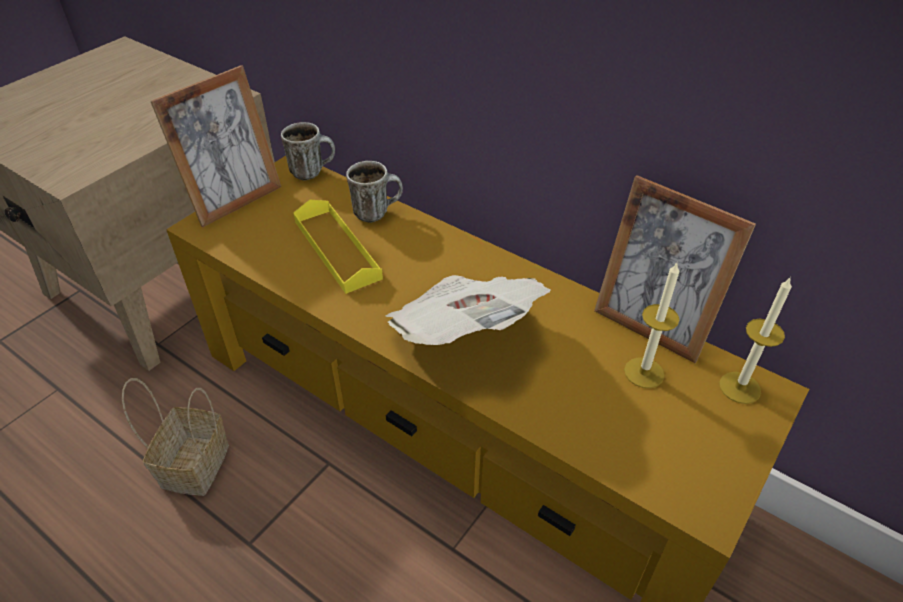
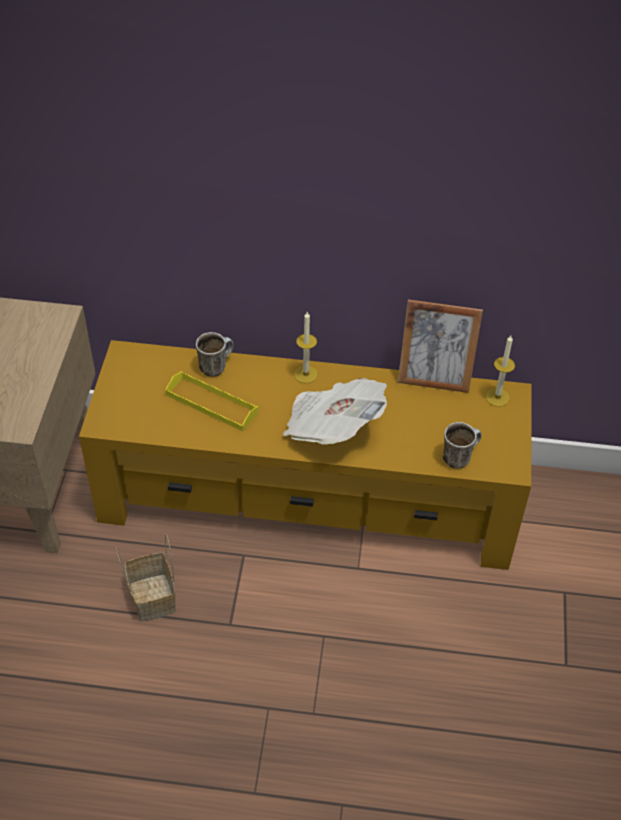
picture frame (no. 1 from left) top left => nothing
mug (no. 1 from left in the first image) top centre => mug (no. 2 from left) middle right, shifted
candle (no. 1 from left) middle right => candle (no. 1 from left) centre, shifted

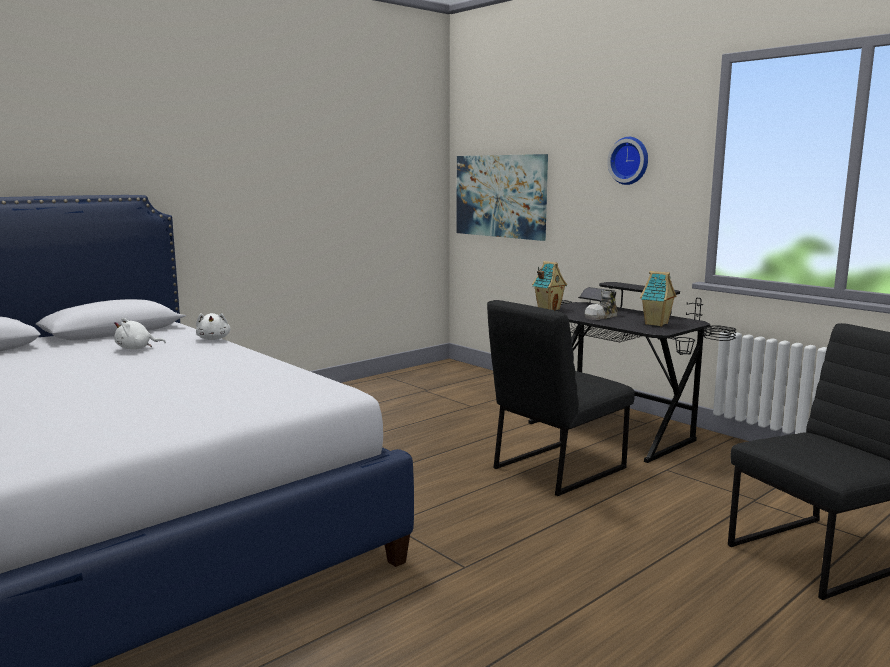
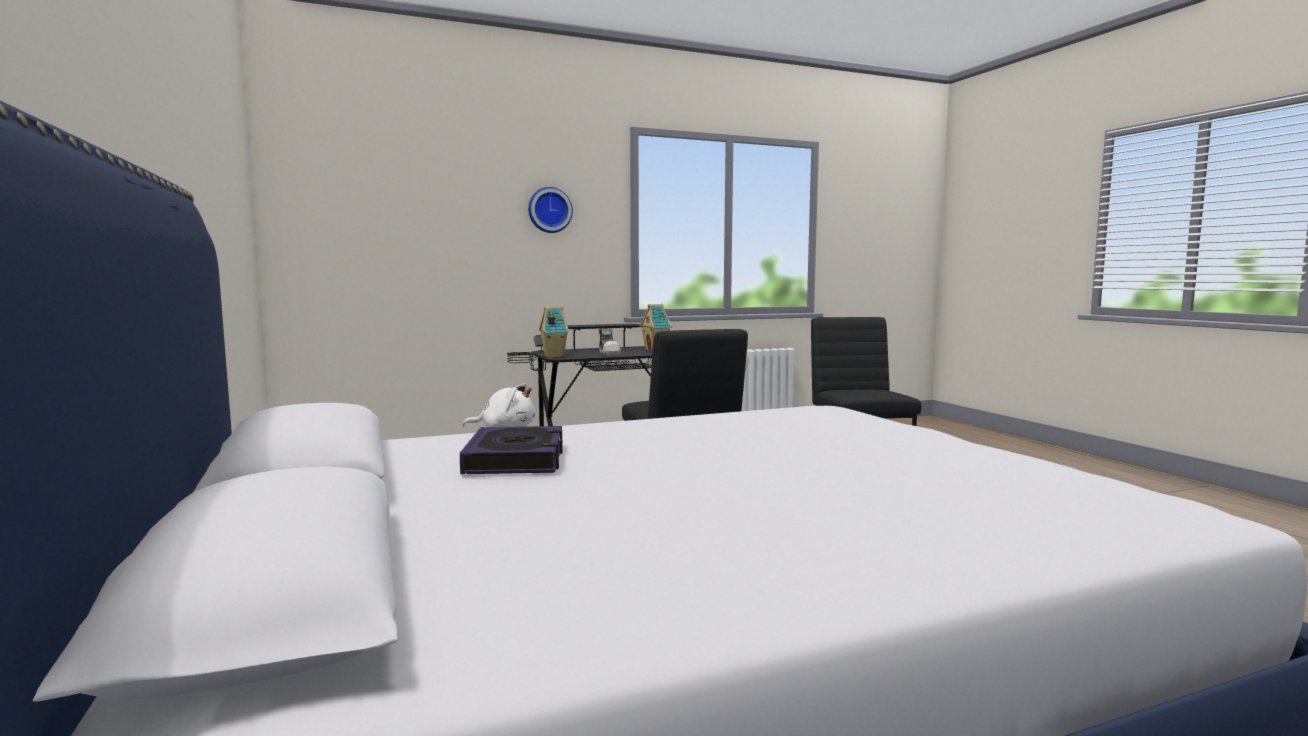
plush toy (white) (no. 1 from left) middle left => book centre
picture top centre => nothing

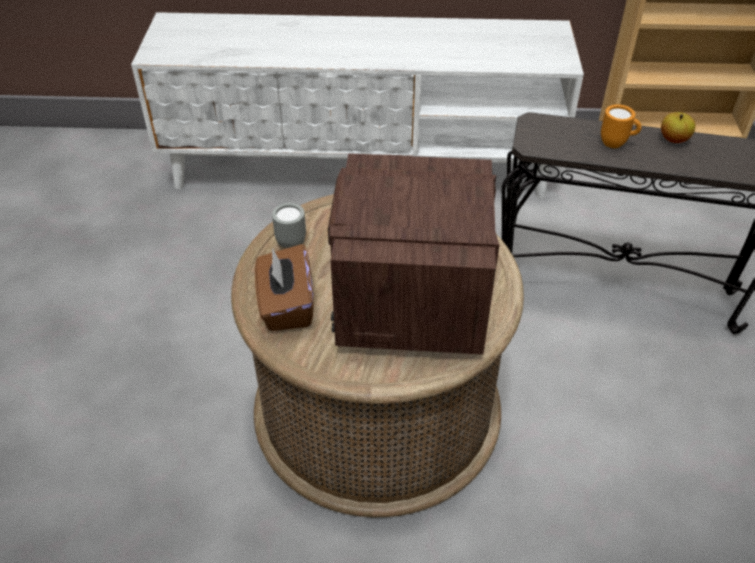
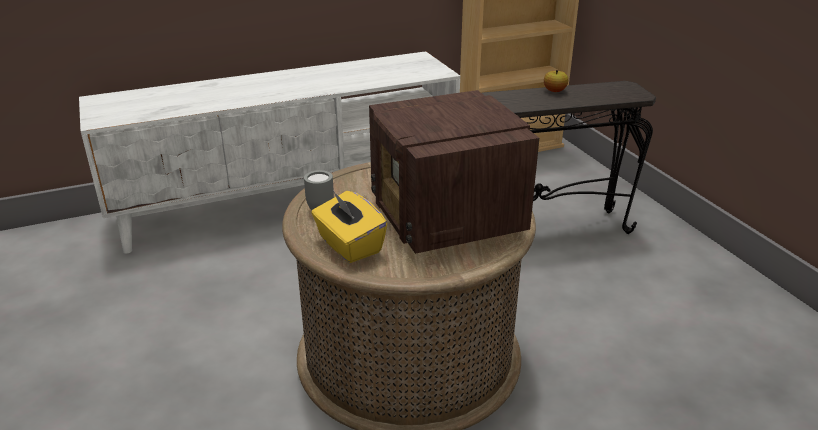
tissue box (brown) centre => tissue box (yellow) centre
mug (orange) top right => nothing

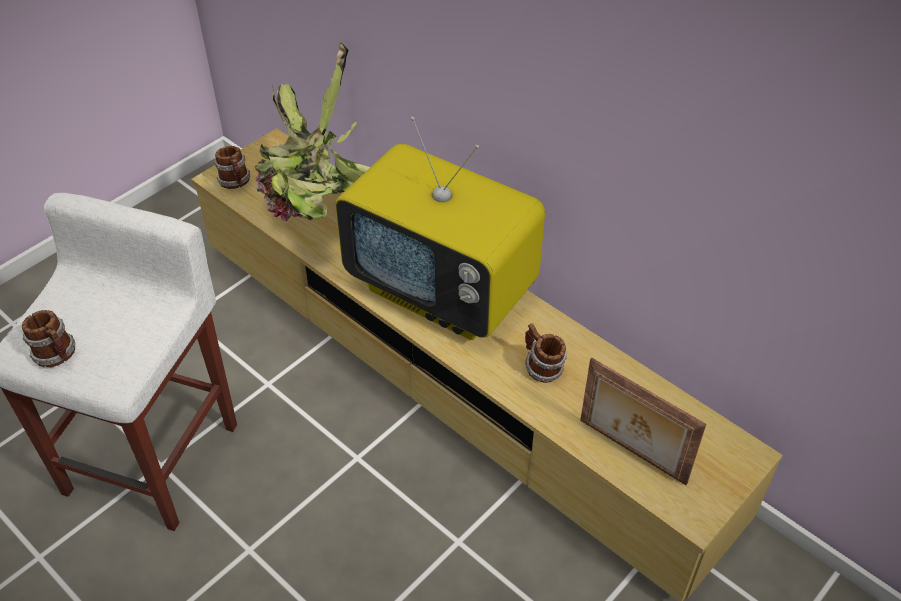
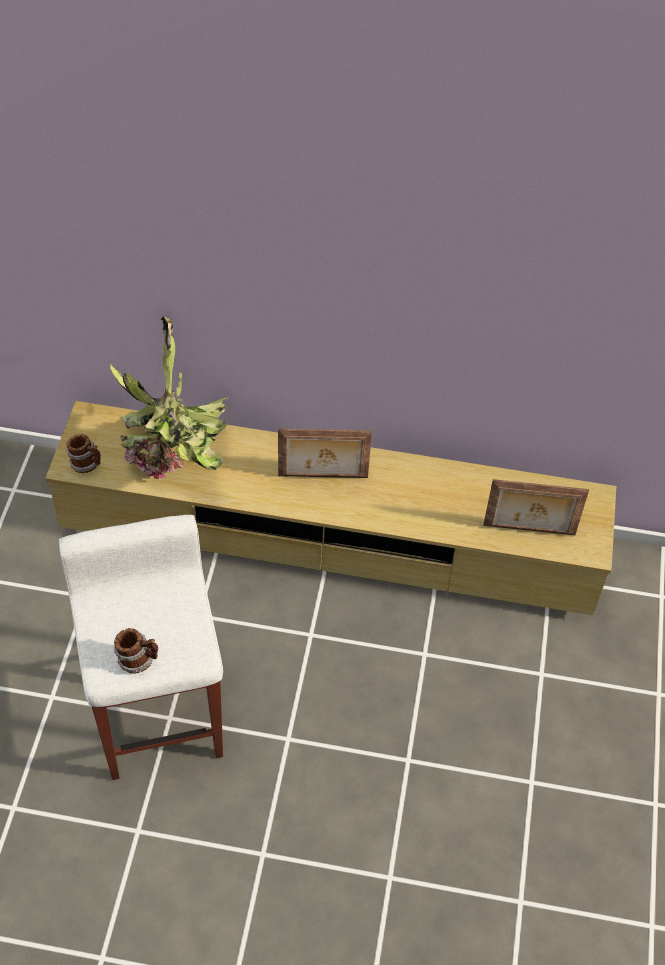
television centre => picture frame (no. 1 from left) centre
mug (no. 3 from left) centre => nothing

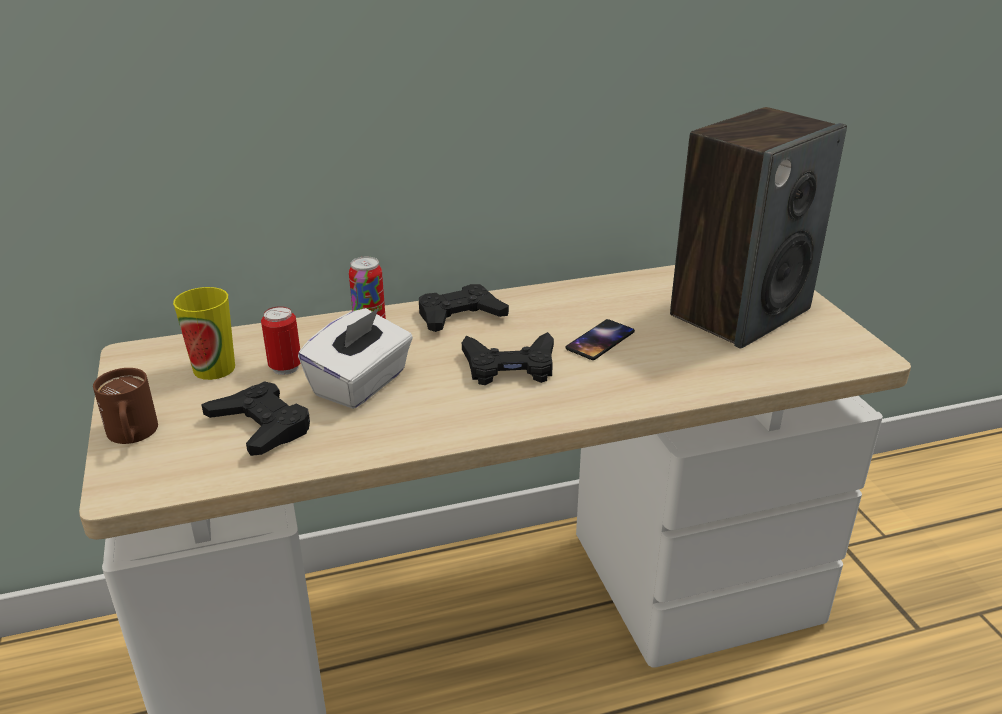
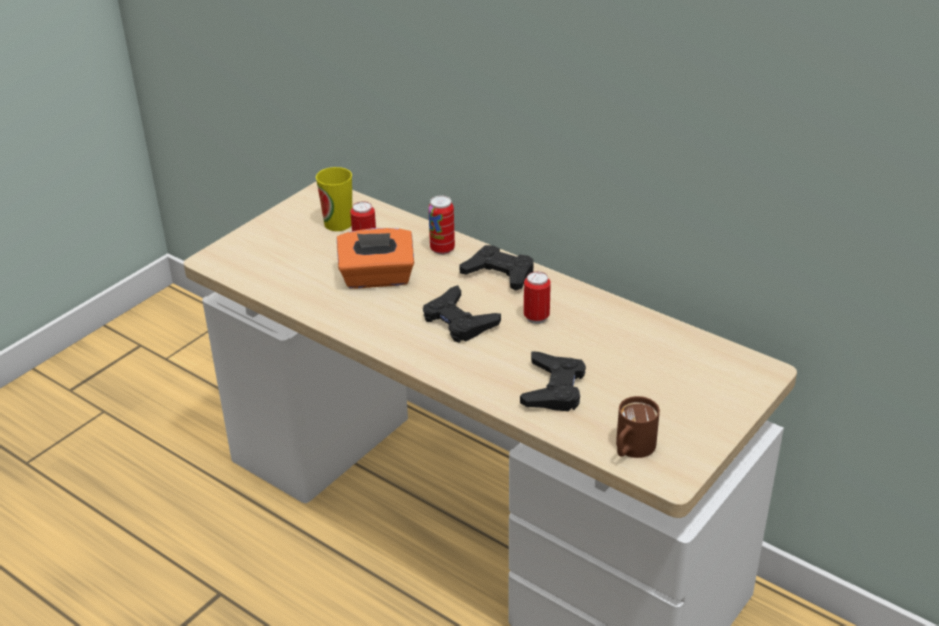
mug (brown) middle left => mug (brown) bottom right, shifted
game controller (black) (no. 1 from left in the first image) middle left => game controller (black) (no. 3 from left) centre, shifted
tissue box (white) centre => tissue box (orange) centre
phone centre => nothing
speaker top right => nothing
nothing => can (no. 3 from left) centre

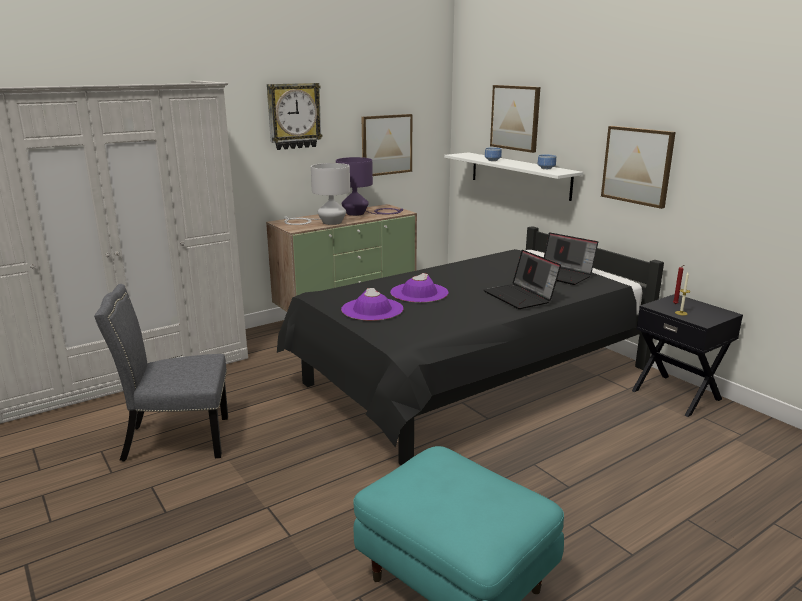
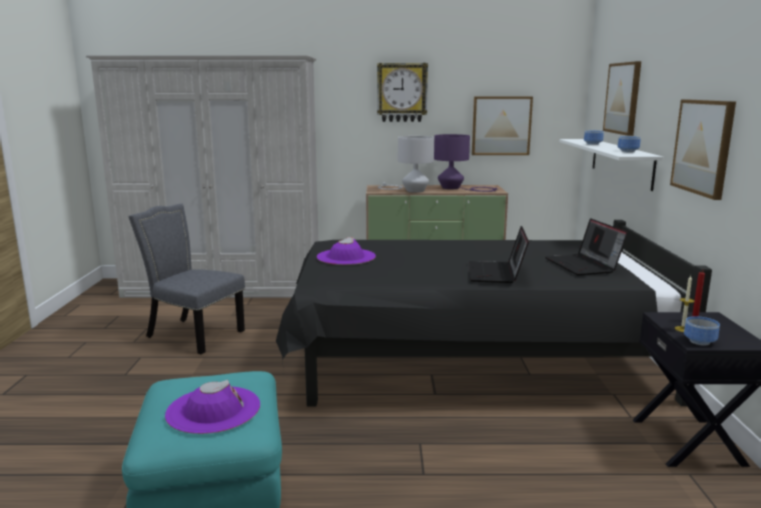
hat (purple) (no. 2 from left in the first image) centre => hat (purple) (no. 1 from left) bottom left, shifted
nothing => bowl (no. 3 from left) middle right

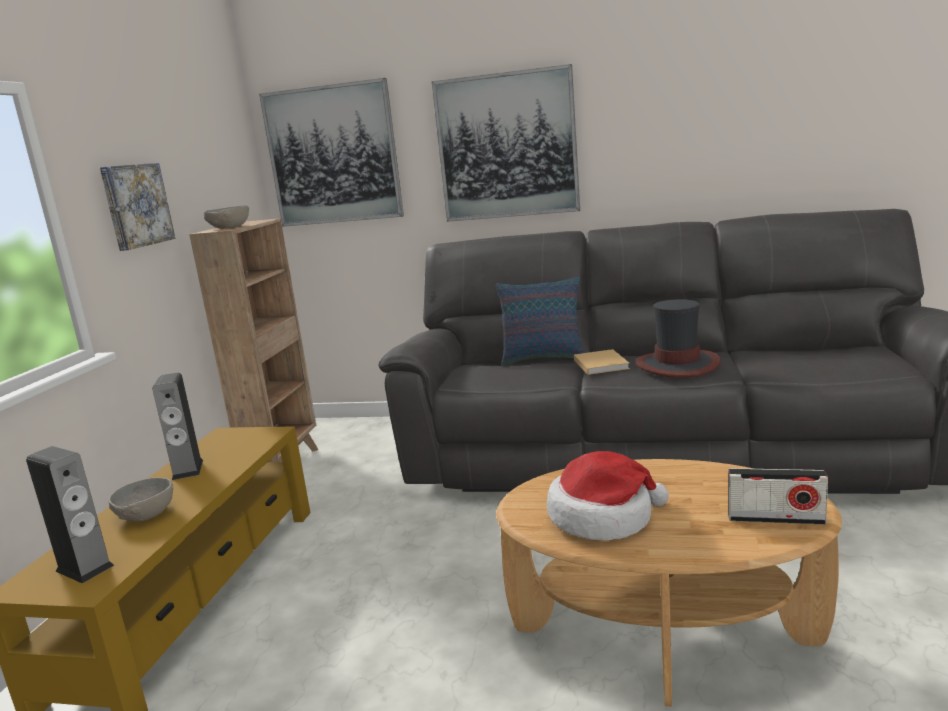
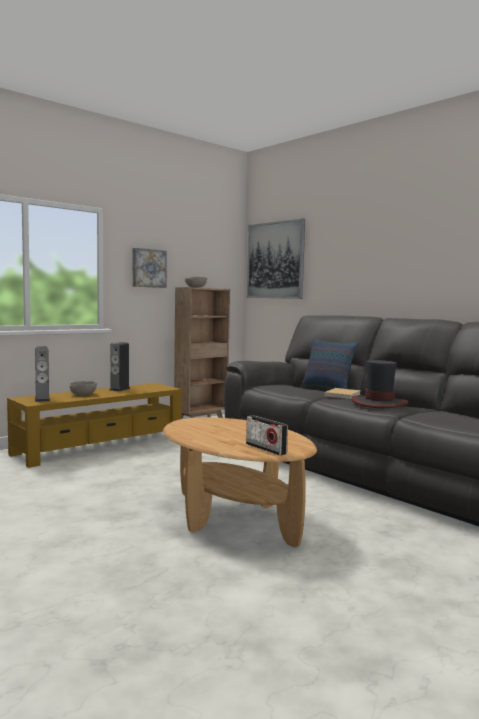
picture (no. 3 from left) top centre => nothing
hat (no. 1 from left) bottom centre => nothing

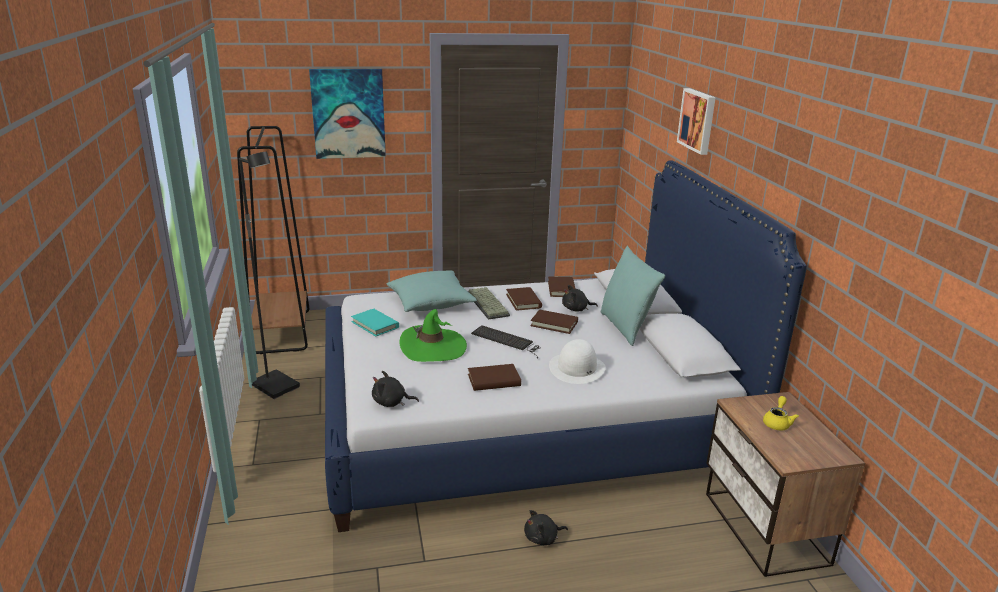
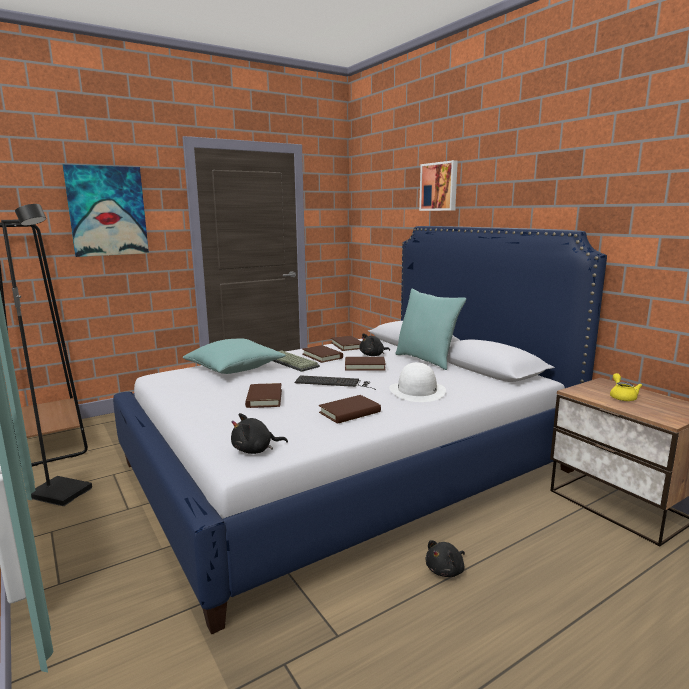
book (turquoise) centre => nothing
hat (green) centre => book (brown) (no. 1 from left) centre

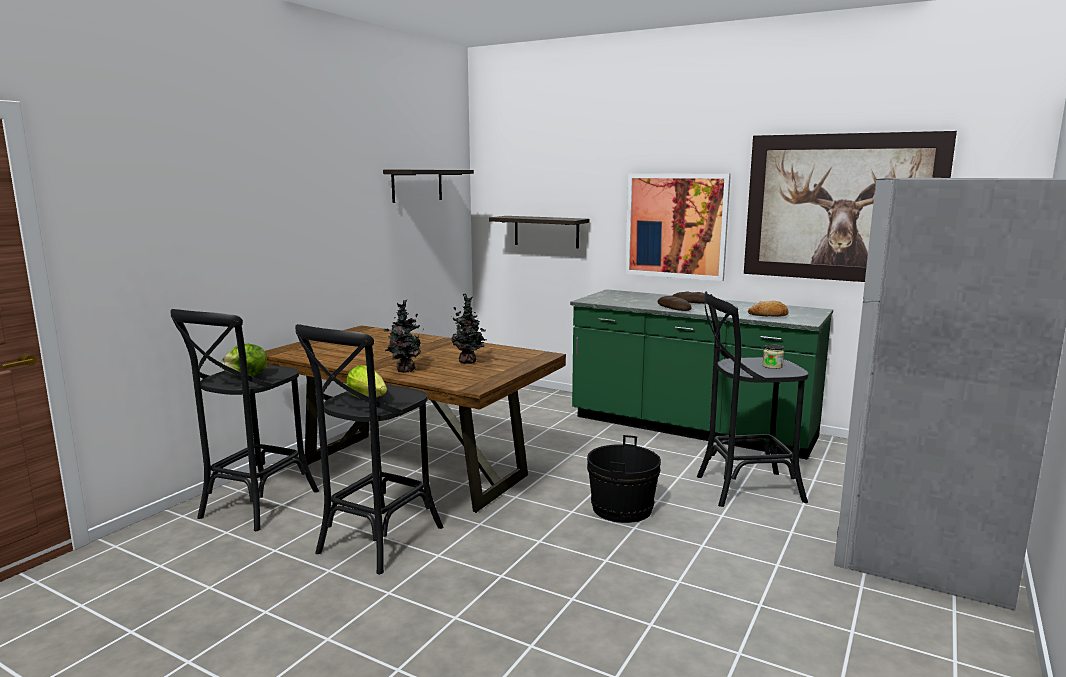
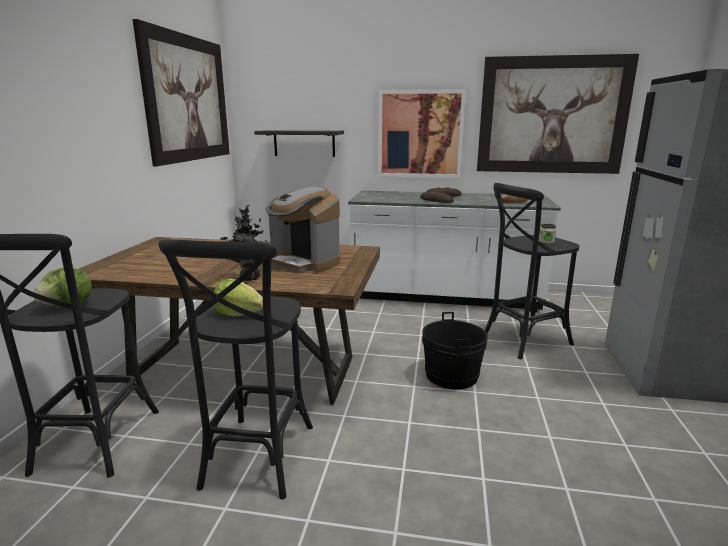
shelf (no. 1 from left) top centre => picture (no. 1 from left) top left
potted plant (no. 2 from left) centre => coffee machine centre
counter (green) centre => counter (white) centre

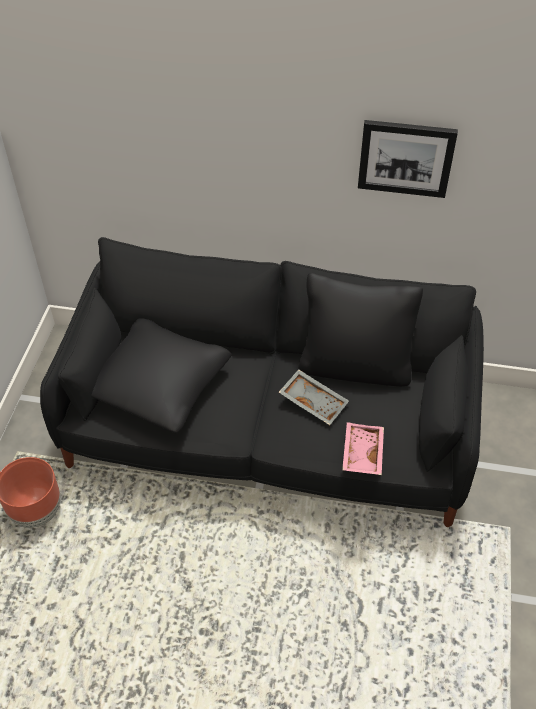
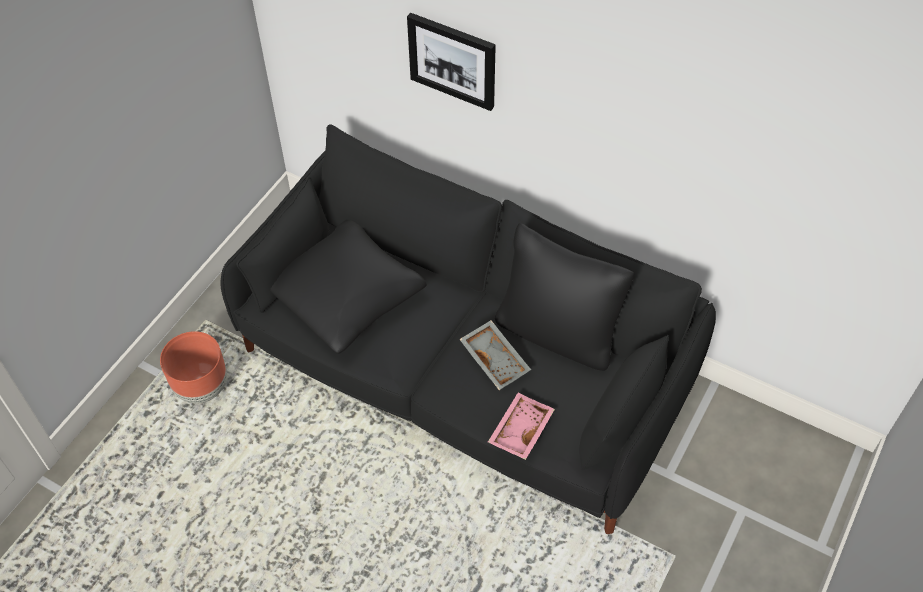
picture top right => picture top centre, shifted

